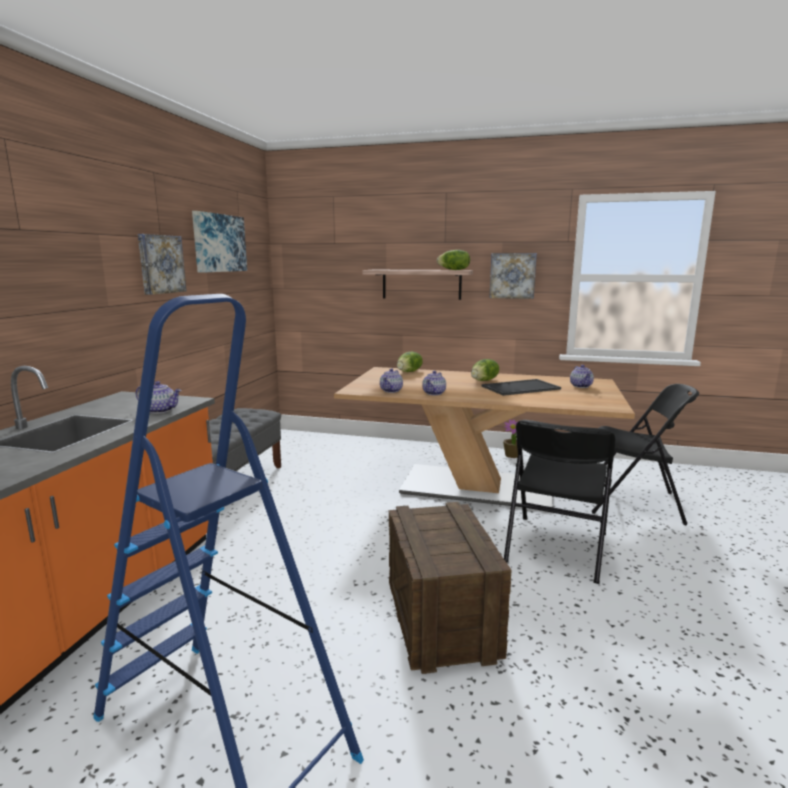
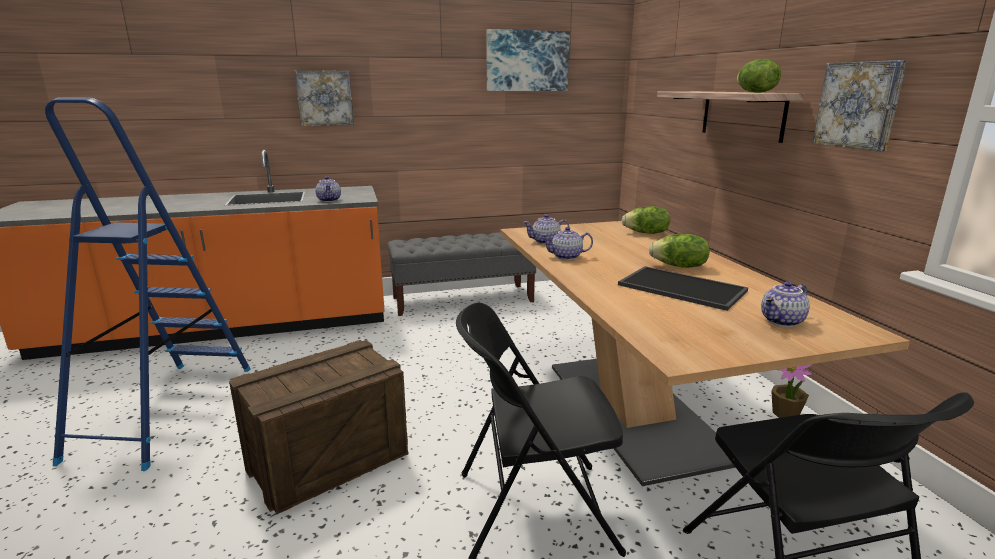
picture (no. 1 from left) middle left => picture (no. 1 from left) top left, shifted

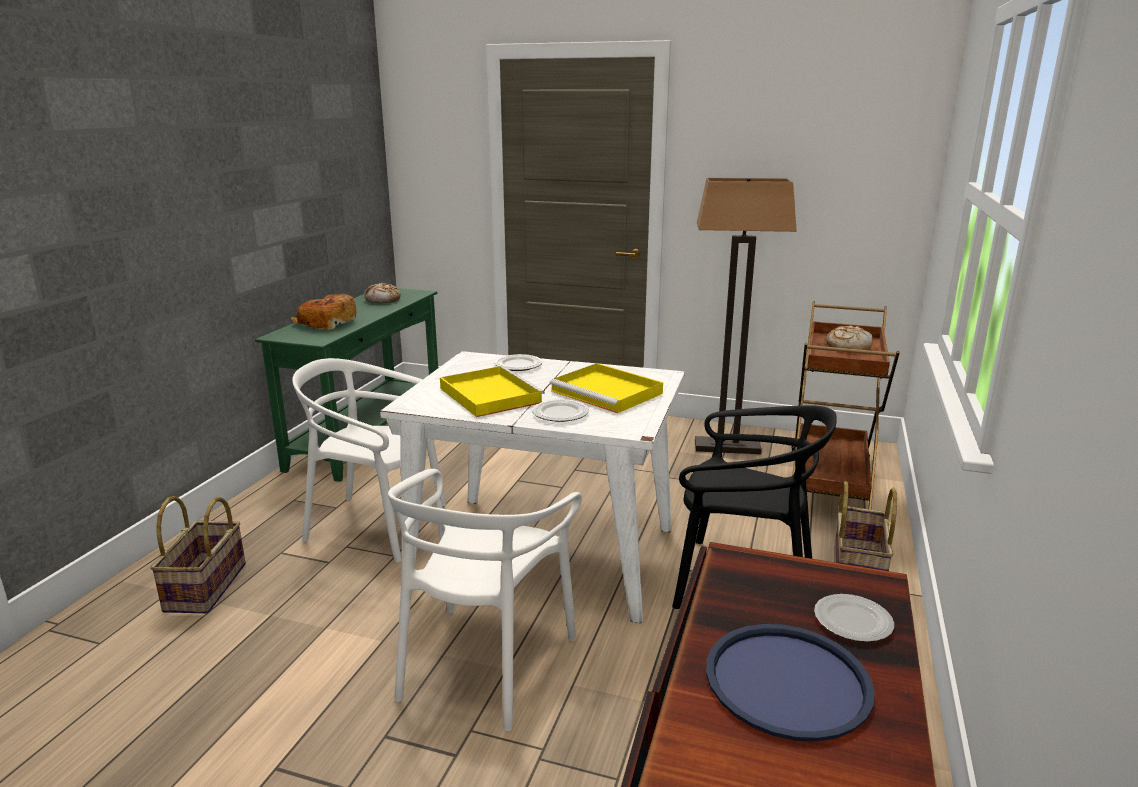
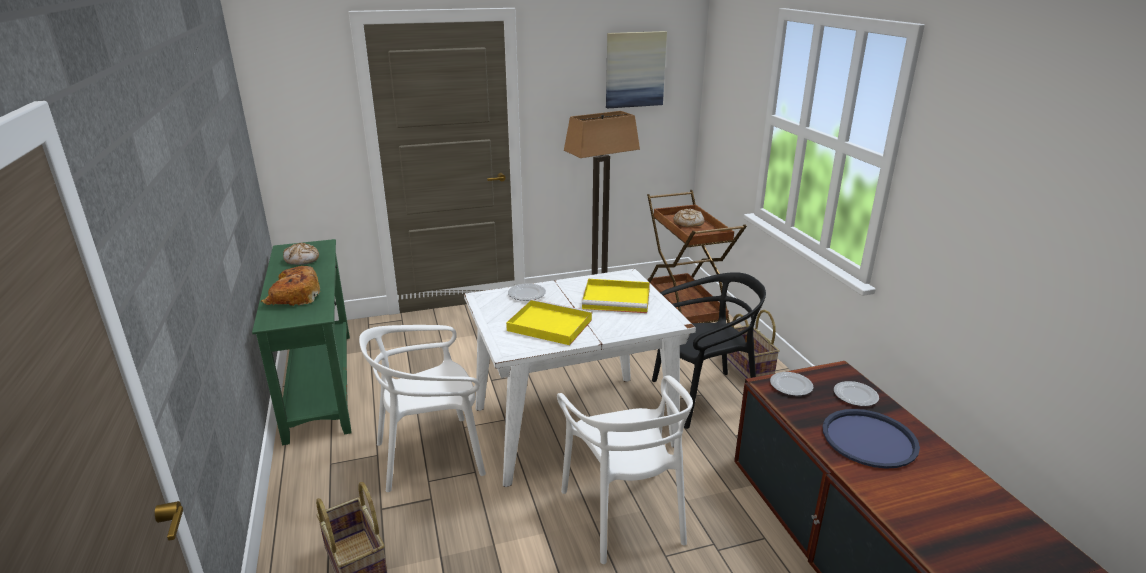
plate (no. 2 from left) centre => plate (no. 2 from left) bottom right, shifted
nothing => picture top centre

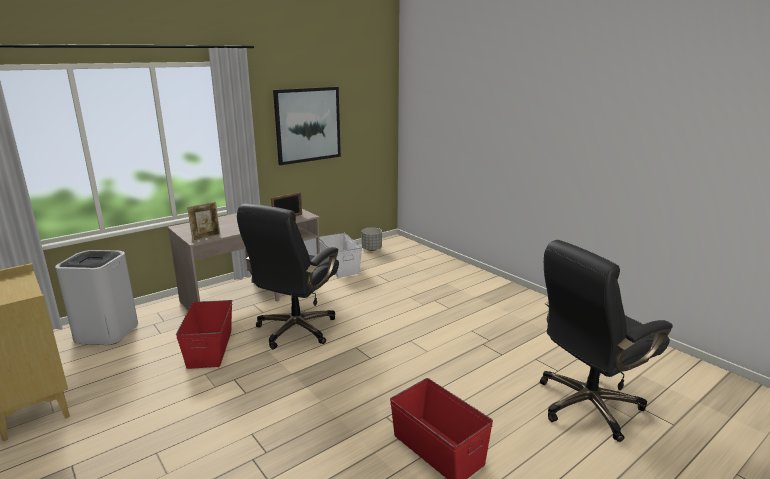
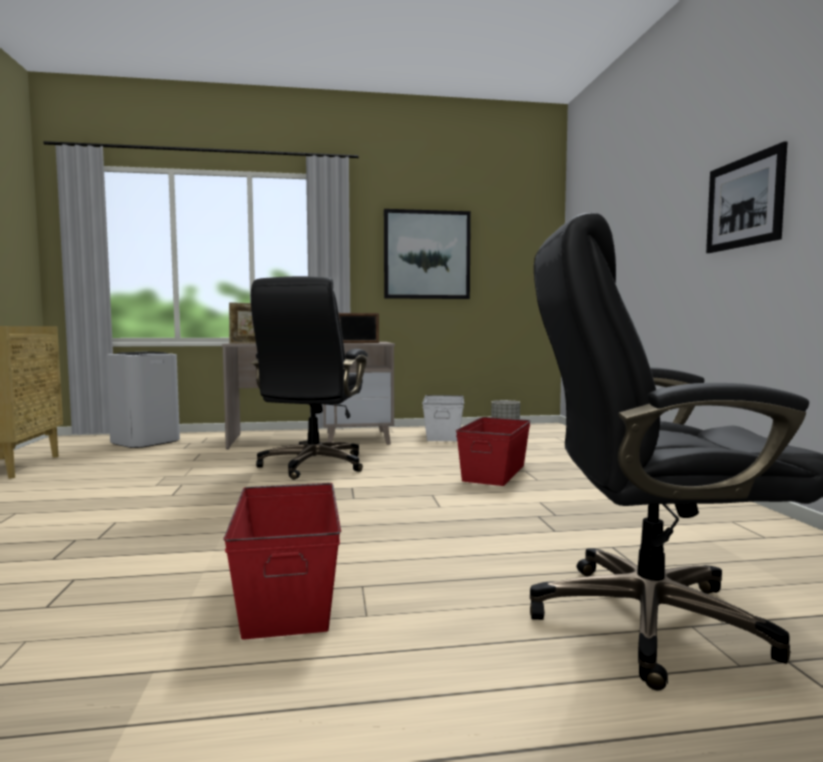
storage box (red) (no. 1 from left in the first image) bottom left => storage box (red) (no. 2 from left) centre, shifted
office chair (black) (no. 1 from left) centre, 45 degrees counterclockwise
nothing => picture (no. 2 from left) top right

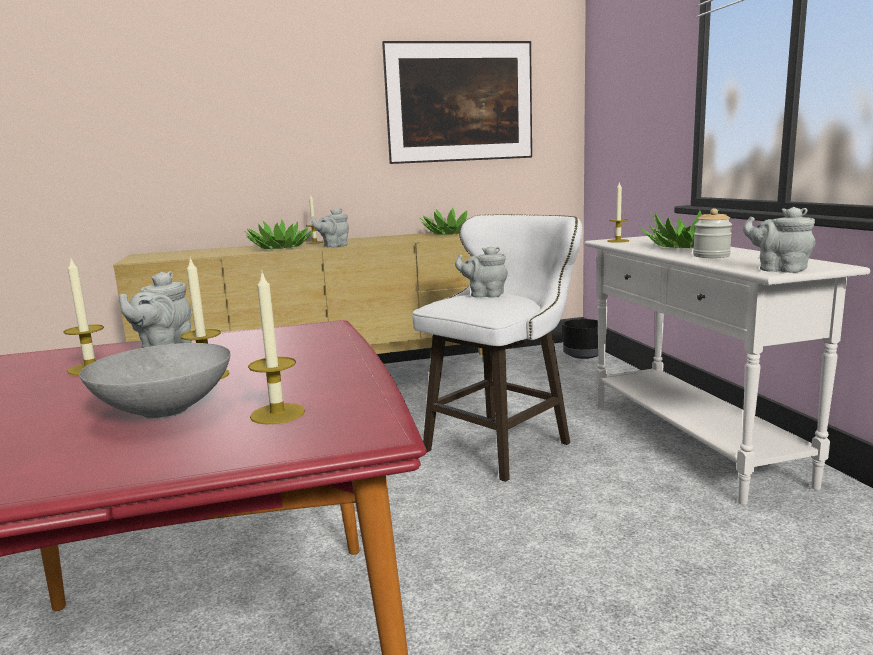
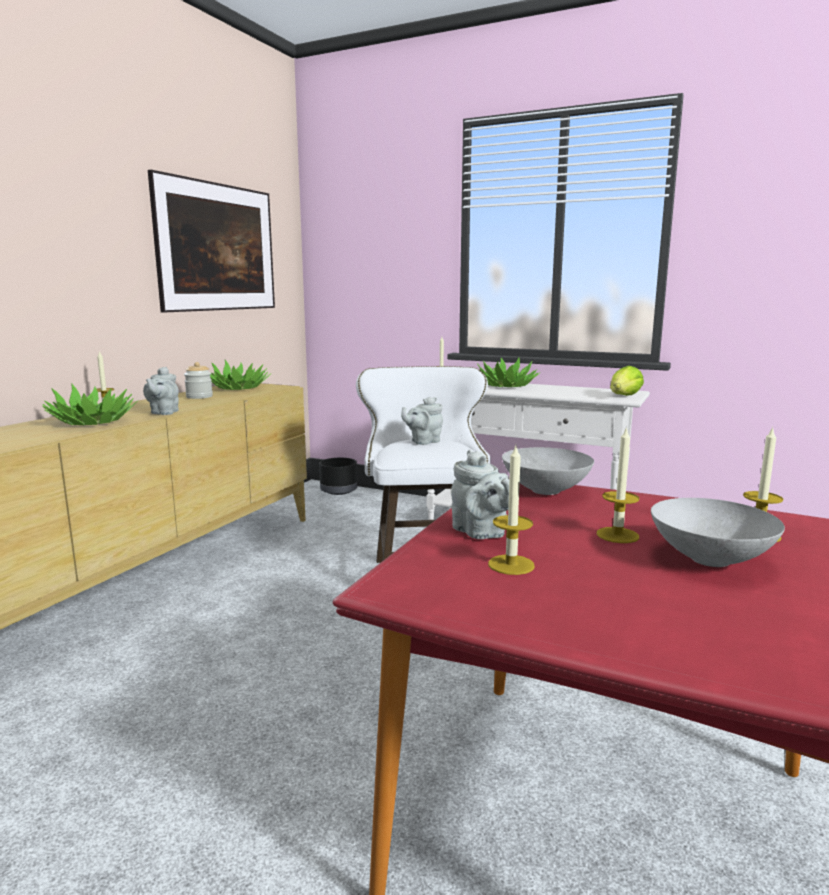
jar middle right => jar middle left, shifted
teapot (grey) (no. 4 from left) middle right => lettuce middle right
nothing => bowl (grey) (no. 1 from left) centre

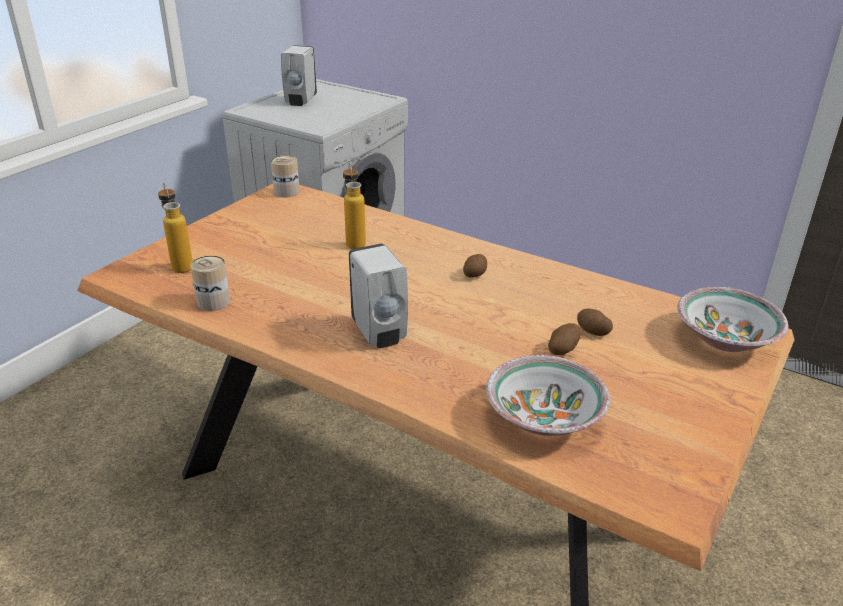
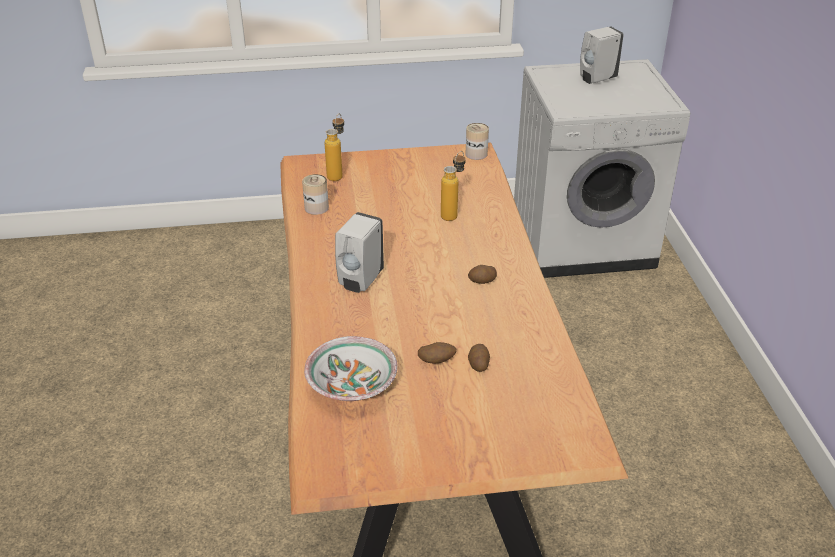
bowl (no. 2 from left) middle right => nothing

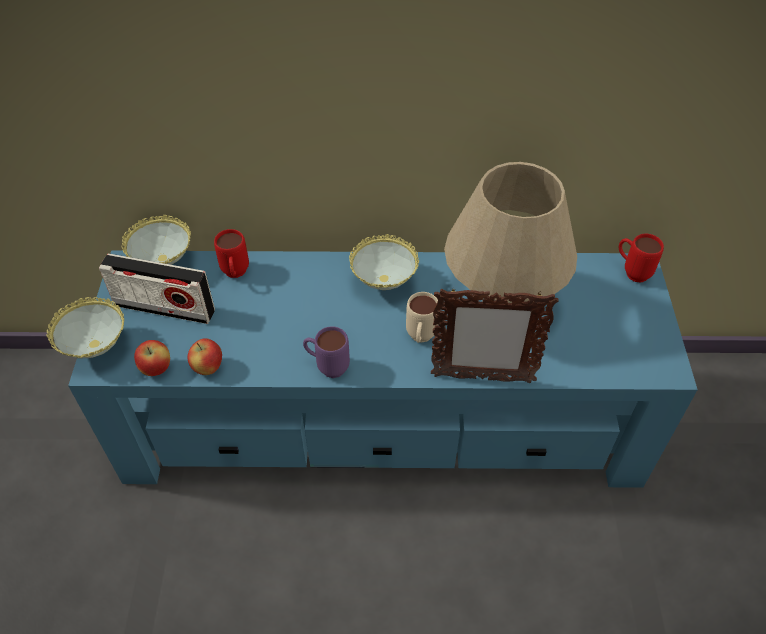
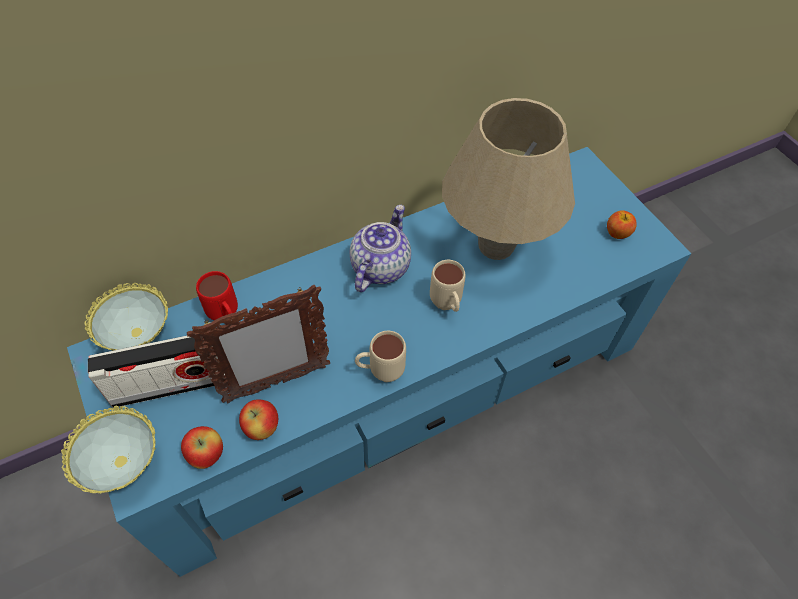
mug (purple) centre => mug (beige) (no. 1 from left) centre
bowl (no. 3 from left) centre => teapot centre
picture frame centre => picture frame middle left, shifted
mug (red) (no. 2 from left) middle right => nothing
nothing => apple (no. 3 from left) middle right

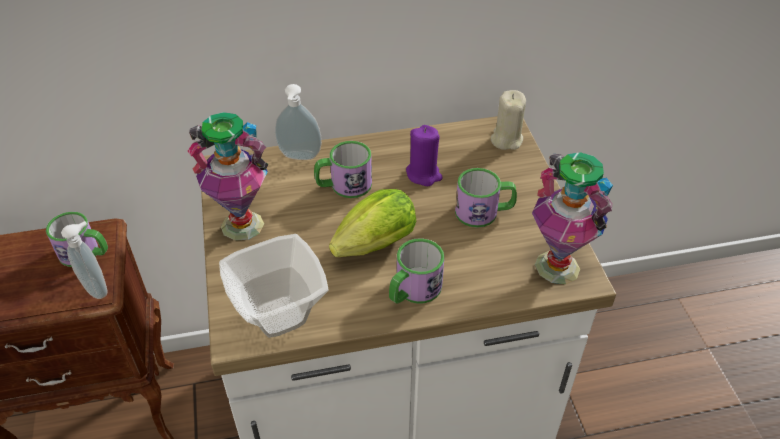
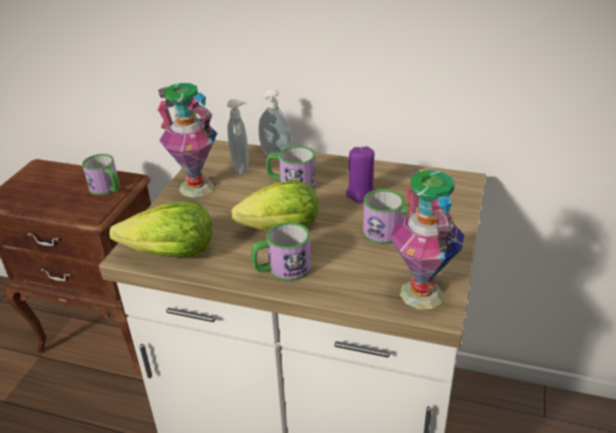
soap dispenser (no. 1 from left) middle left => soap dispenser (no. 1 from left) top centre, shifted
bowl centre => lettuce (no. 1 from left) middle left
candle (beige) top centre => nothing

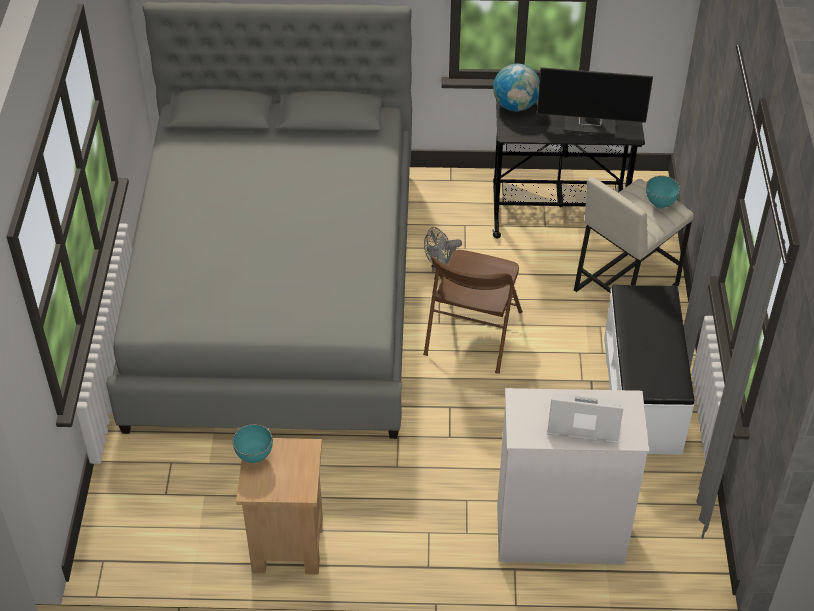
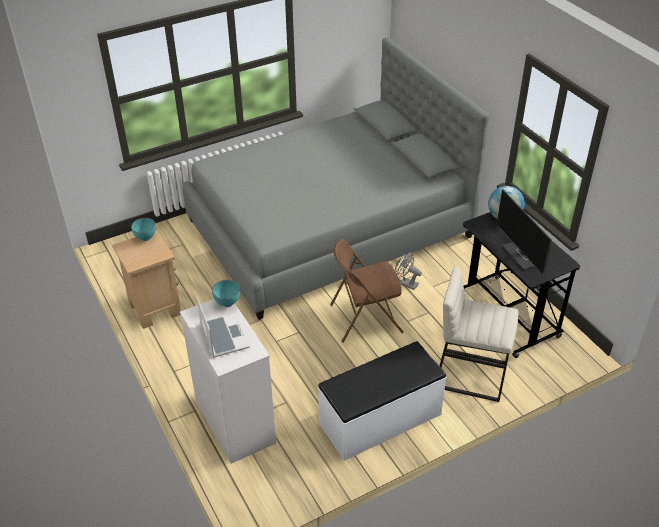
bowl (turquoise) (no. 2 from left) top right => bowl (turquoise) (no. 2 from left) centre, shifted

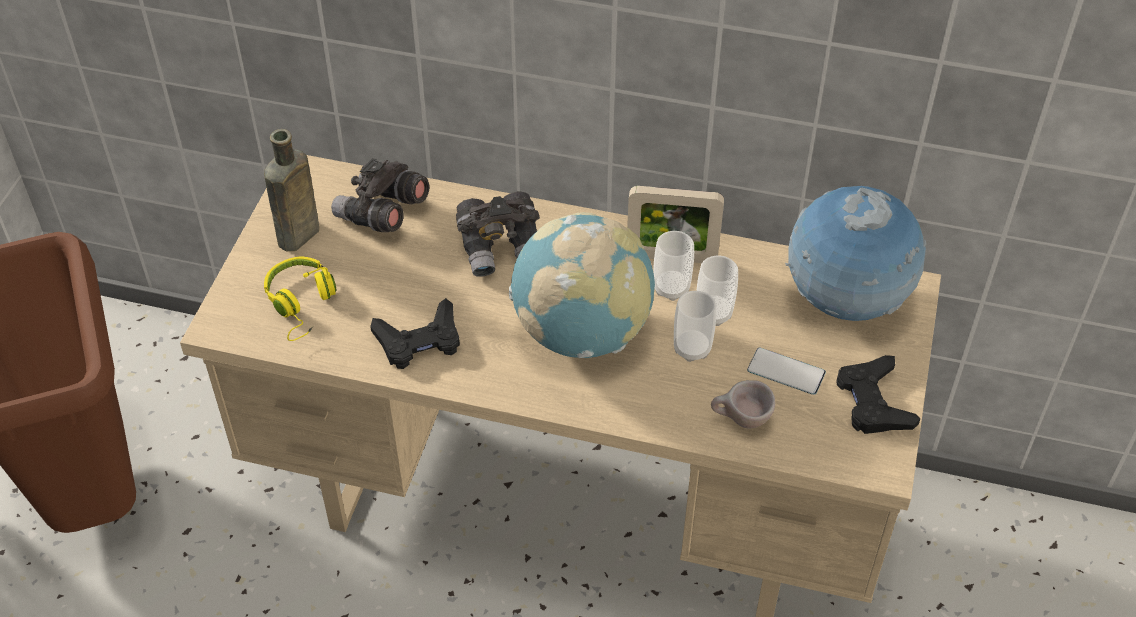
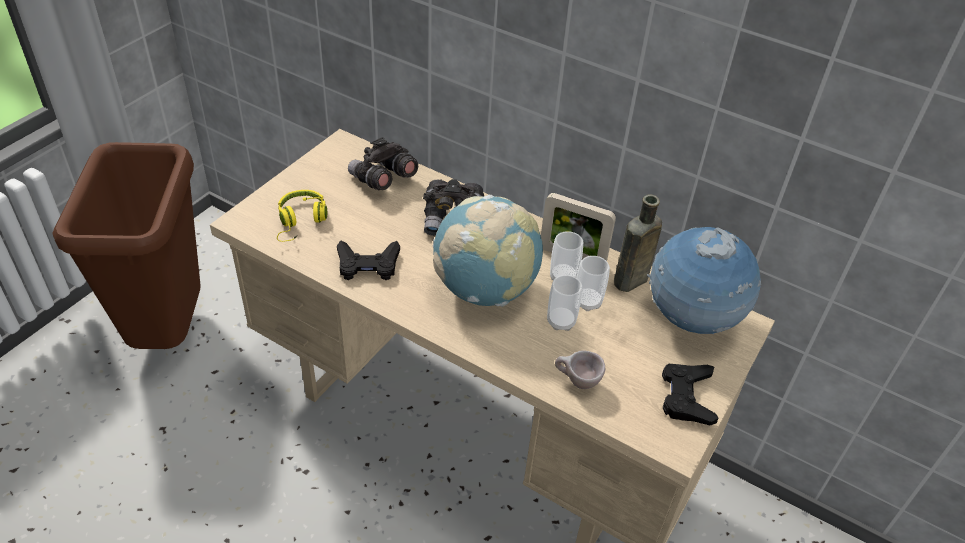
bottle (brown) top left => bottle (brown) centre, shifted
phone middle right => nothing

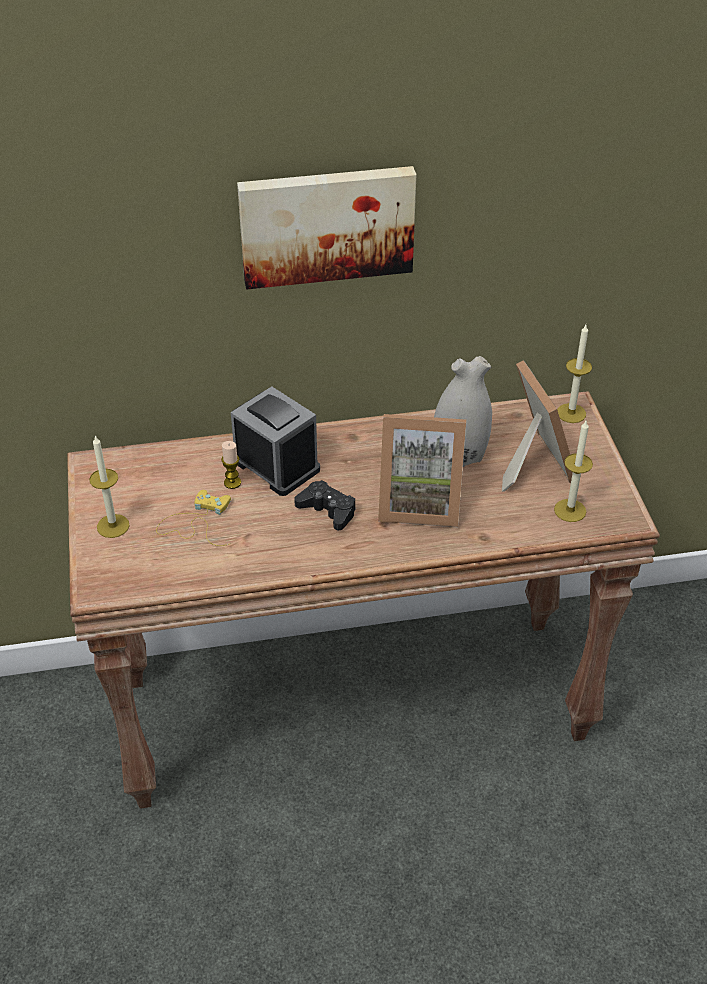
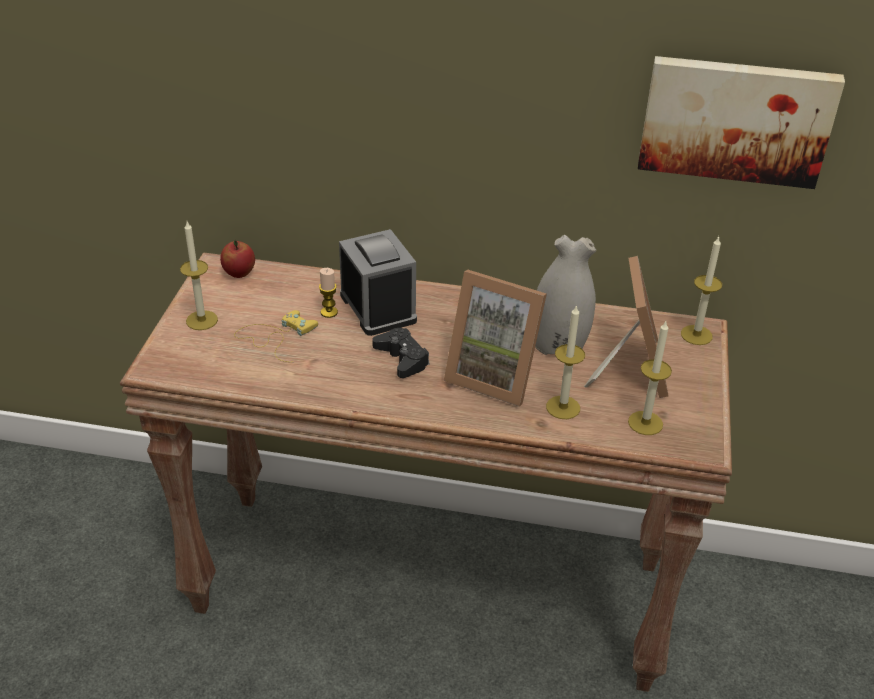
picture top centre => picture top right, shifted
nothing => apple middle left
nothing => candle (no. 3 from left) centre

